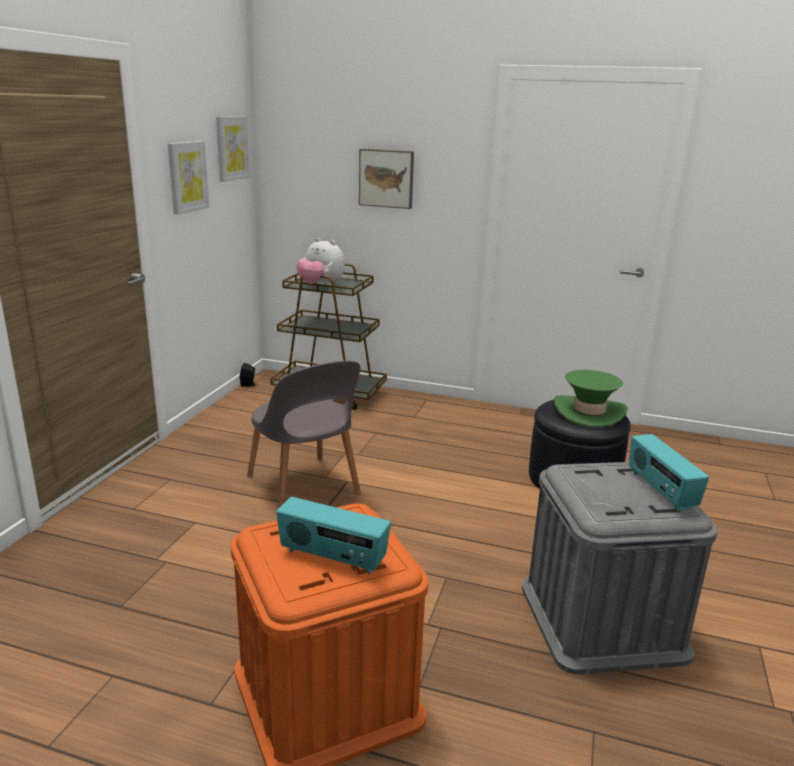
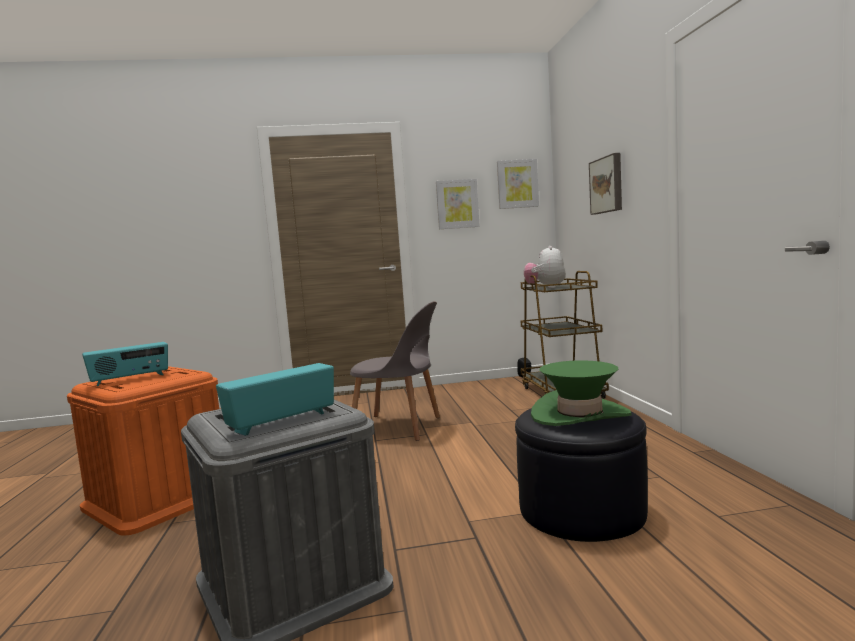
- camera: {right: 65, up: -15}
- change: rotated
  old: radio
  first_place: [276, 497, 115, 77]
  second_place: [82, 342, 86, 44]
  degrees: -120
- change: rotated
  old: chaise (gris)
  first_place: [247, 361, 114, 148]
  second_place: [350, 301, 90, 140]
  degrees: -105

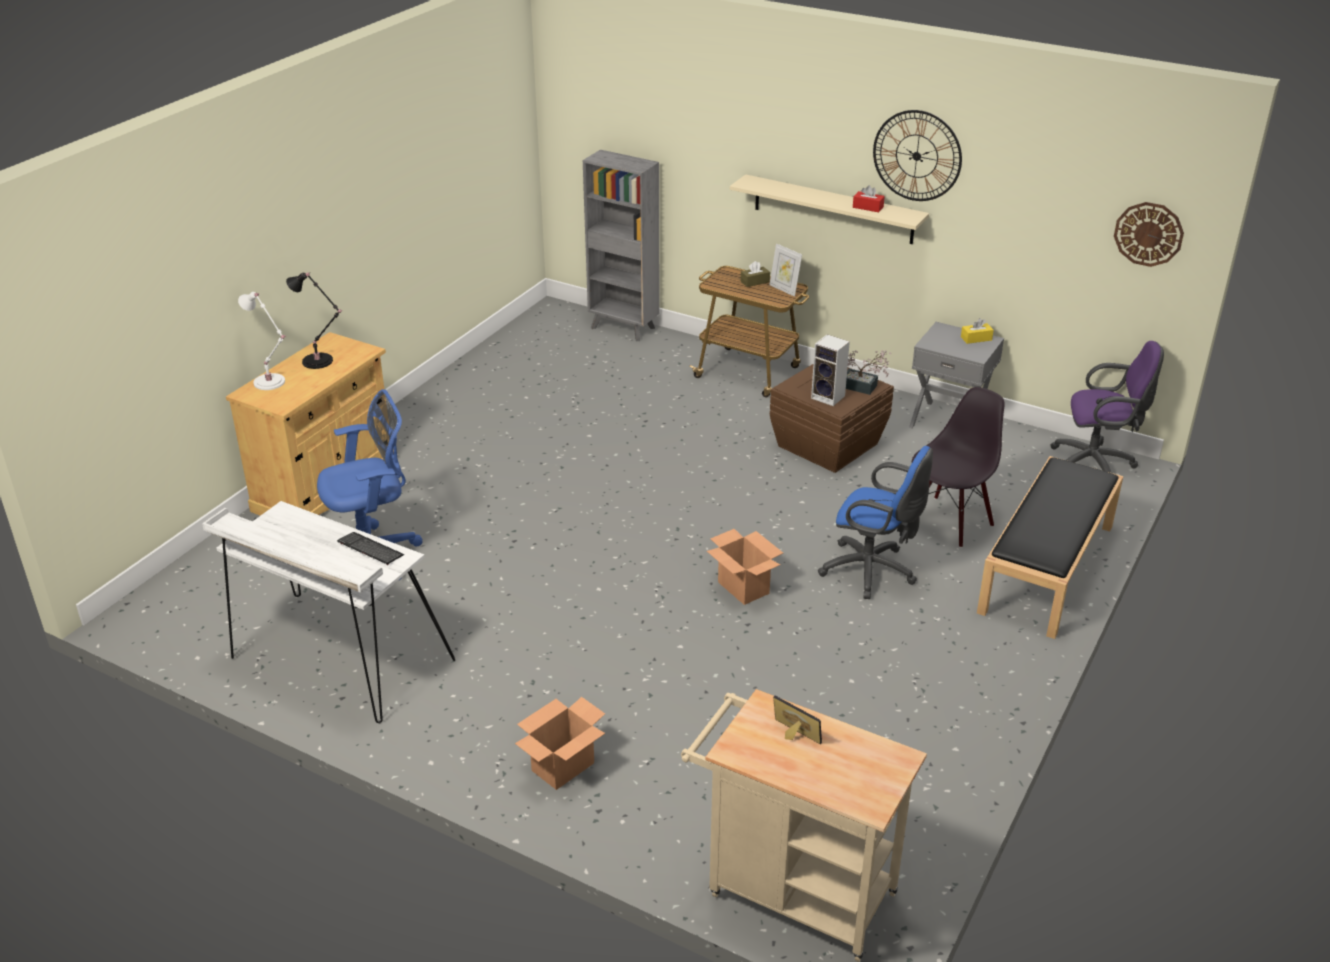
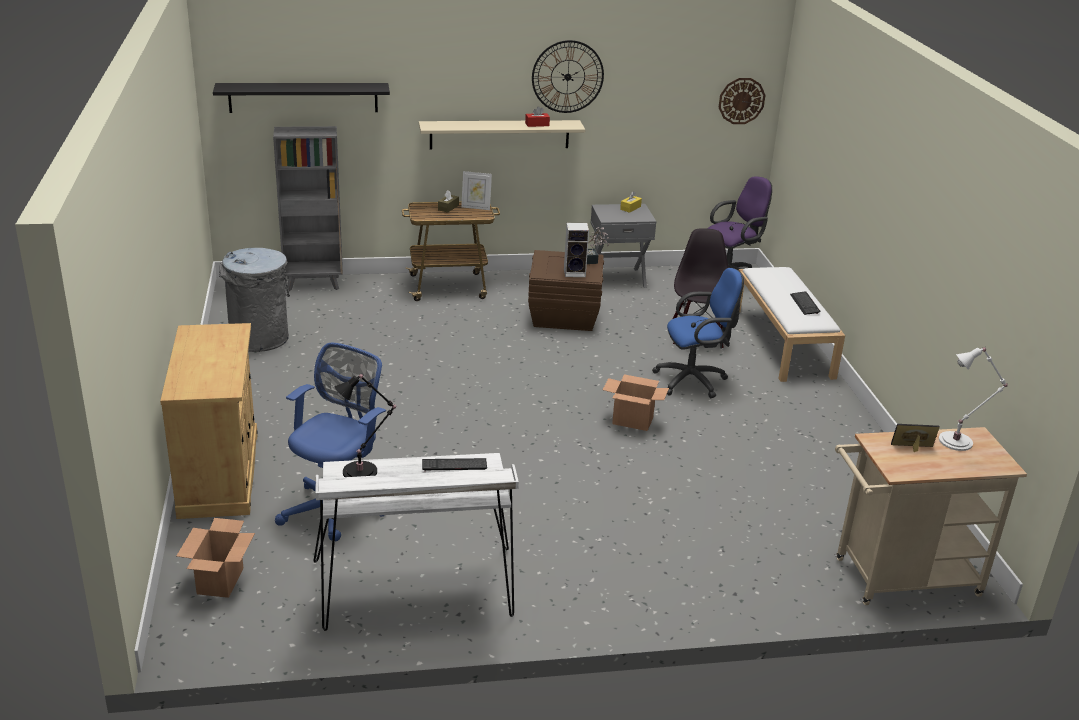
- camera: {right: -40, up: -5}
- change: shifted
  old: carton
  first_place: [515, 697, 90, 93]
  second_place: [177, 518, 78, 80]
- change: new
  new: étagère (noir)
  second_place: [213, 83, 177, 30]
- change: new
  new: poubelle (gris)
  second_place: [219, 248, 71, 104]
- change: shifted
  old: lampe de table (noir)
  first_place: [286, 272, 57, 97]
  second_place: [335, 373, 61, 104]
- change: repainted
  old: banc (noir)
  new: banc (blanc)
  first_place: [977, 456, 146, 183]
  second_place: [739, 267, 106, 115]
- change: new
  new: clavier
  second_place: [790, 291, 30, 24]
- change: shifted
  old: lampe de table (blanc)
  first_place: [238, 292, 49, 98]
  second_place: [939, 347, 69, 104]

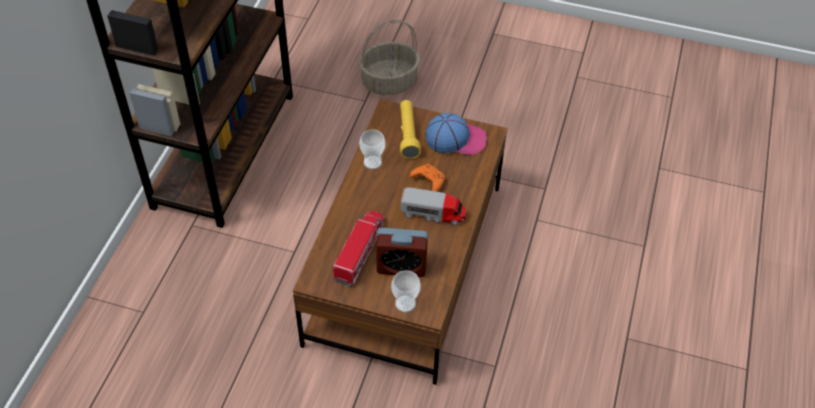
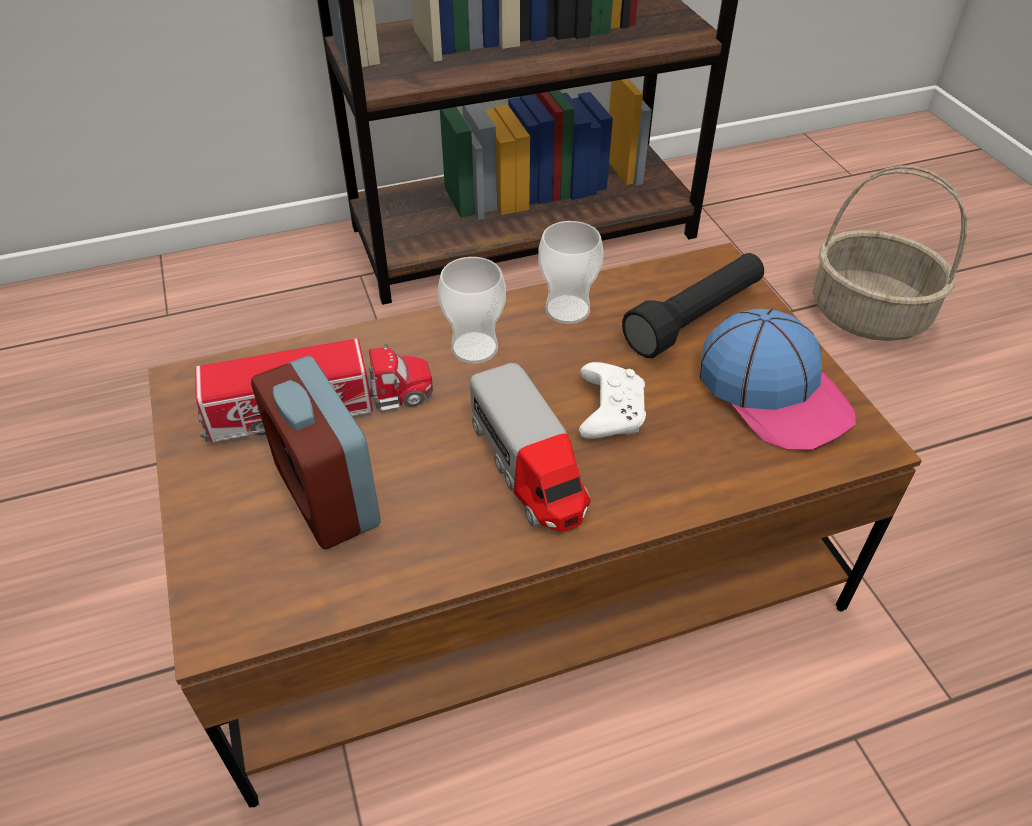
- camera: {right: 55, up: -5}
- change: shifted
  old: tasse
  first_place: [391, 270, 30, 43]
  second_place: [438, 257, 68, 107]
- change: repainted
  old: manette (orange)
  new: manette (blanc)
  first_place: [410, 164, 35, 28]
  second_place: [579, 362, 67, 77]
- change: repainted
  old: lampe de poche (jaune)
  new: lampe de poche (noir)
  first_place: [400, 100, 21, 59]
  second_place: [622, 253, 142, 105]

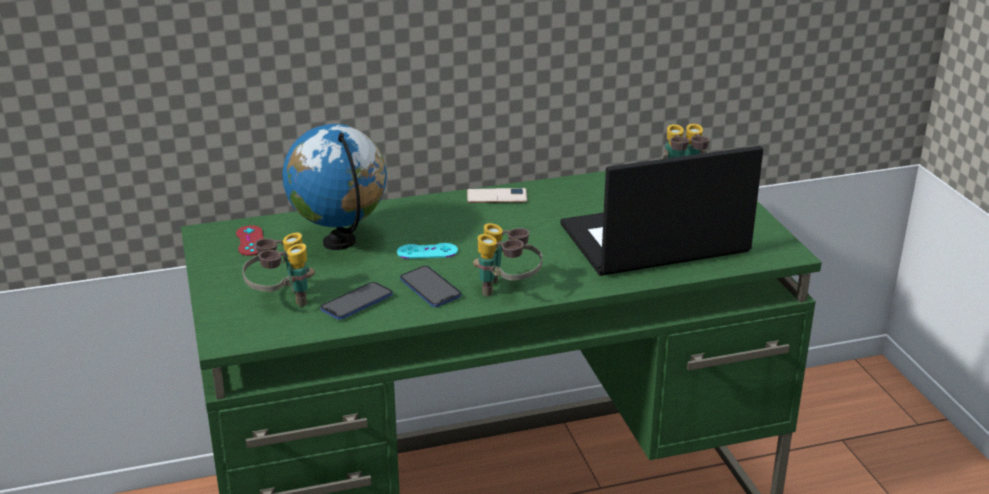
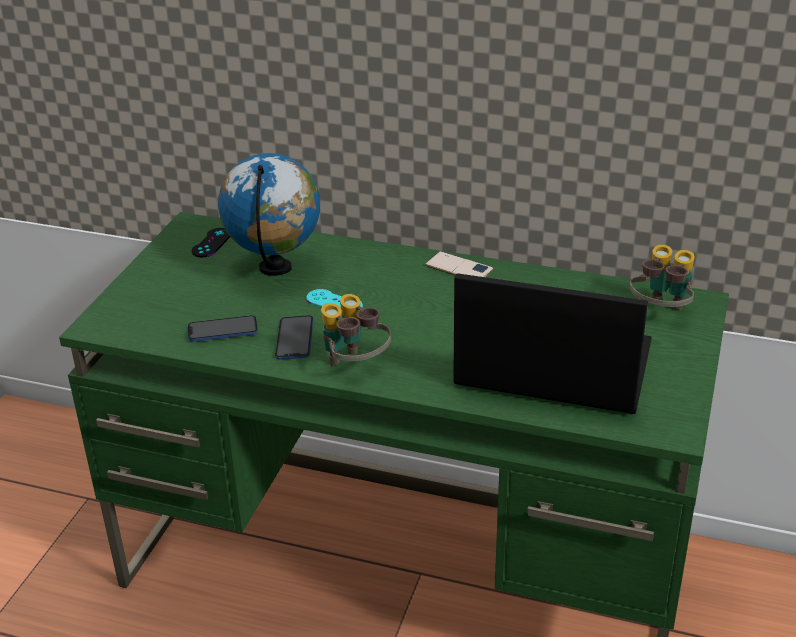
- camera: {right: 35, up: 5}
- change: repainted
  old: manette (rouge)
  new: manette (noir)
  first_place: [236, 225, 28, 31]
  second_place: [192, 228, 38, 29]
- change: gone
  old: jumelles
  first_place: [242, 233, 73, 74]

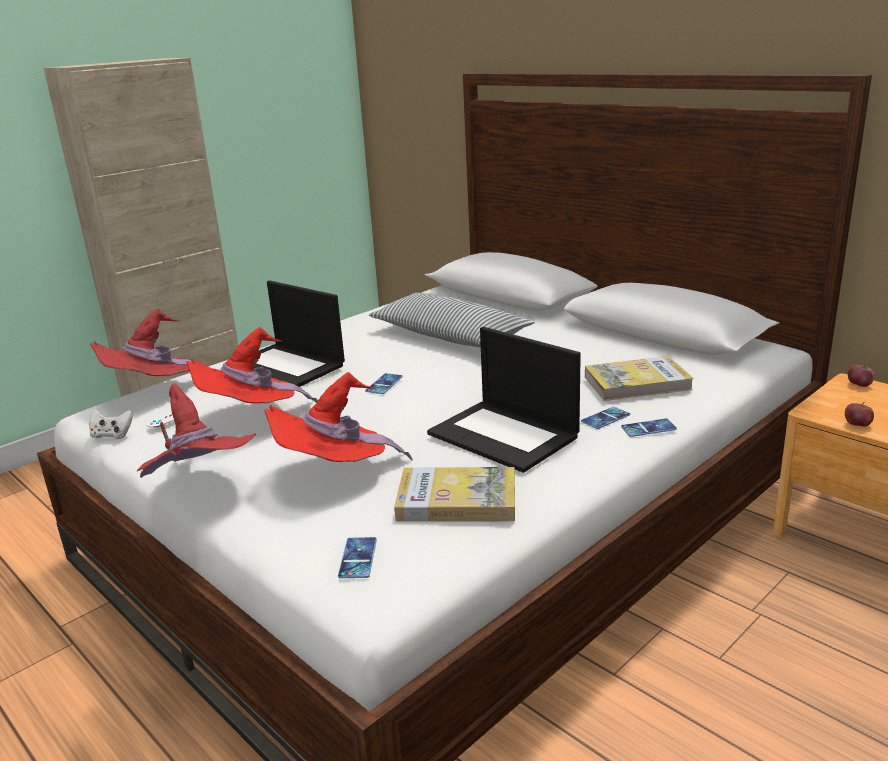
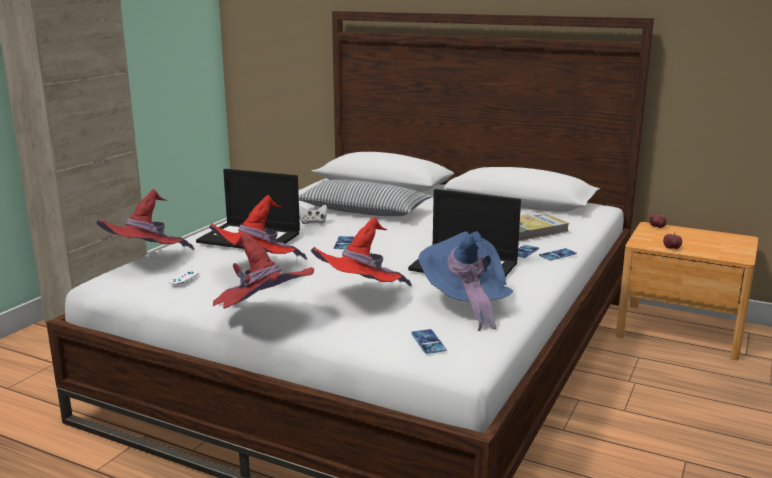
- camera: {right: -20, up: -5}
- change: shifted
  old: manette (blanc)
  first_place: [89, 409, 45, 30]
  second_place: [299, 205, 28, 19]
- change: swapped
  old: livre
  new: chapeau (bleu)
  first_place: [394, 467, 121, 55]
  second_place: [418, 231, 95, 100]

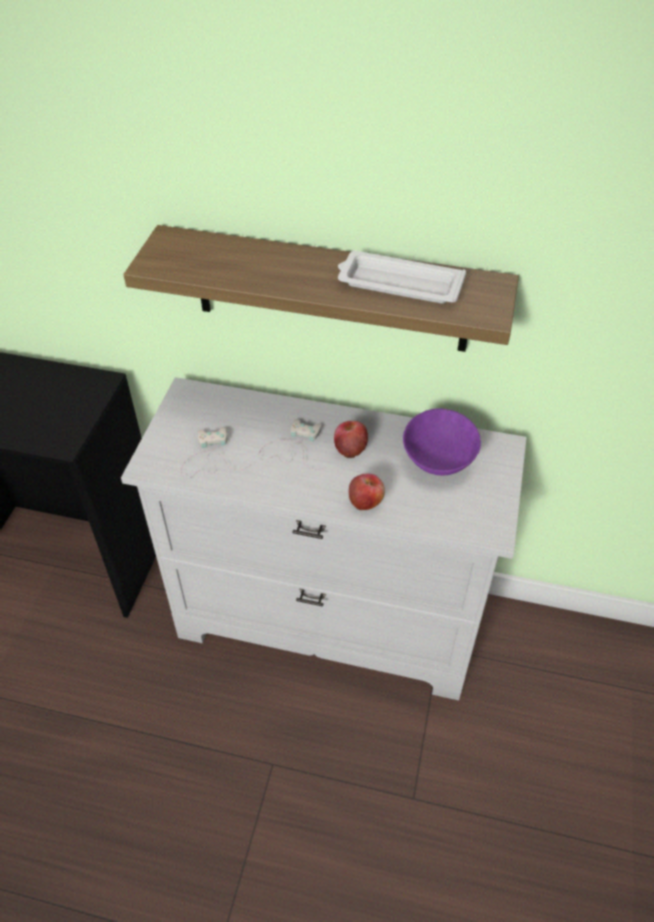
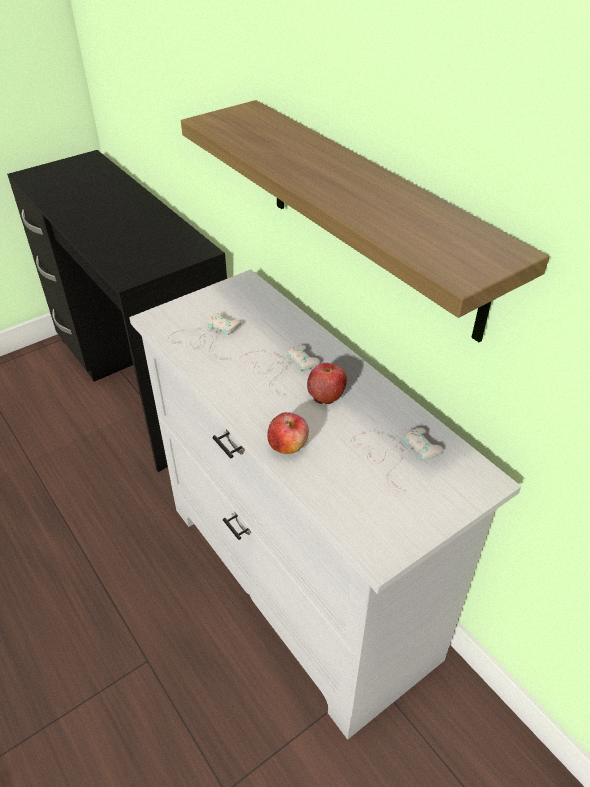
- camera: {right: 40, up: -5}
- change: swapped
  old: bol (violet)
  new: manette (blanc)
  first_place: [403, 409, 78, 67]
  second_place: [351, 427, 92, 67]
- change: gone
  old: plateau (blanc)
  first_place: [338, 251, 128, 53]

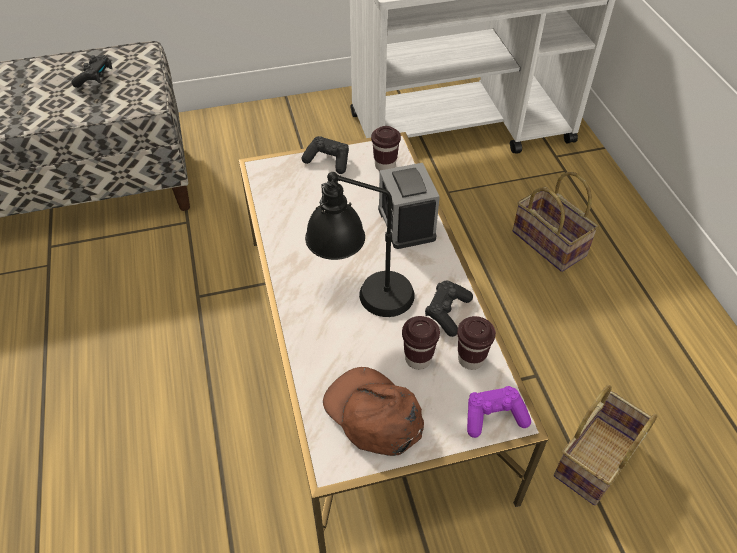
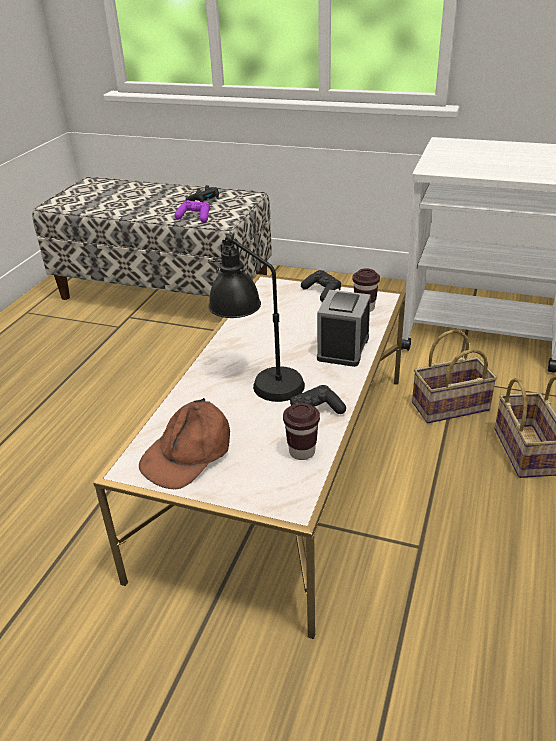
- camera: {right: 35, up: -15}
- change: rotated
  old: casquette (marron)
  first_place: [323, 367, 101, 89]
  second_place: [139, 398, 91, 91]
  degrees: -135
- change: shifted
  old: manette (violet)
  first_place: [467, 386, 64, 52]
  second_place: [175, 200, 35, 23]
- change: shifted
  old: panier
  first_place: [554, 385, 103, 121]
  second_place: [412, 329, 85, 94]
- change: gone
  old: tasse (marron)
  first_place: [402, 316, 38, 54]

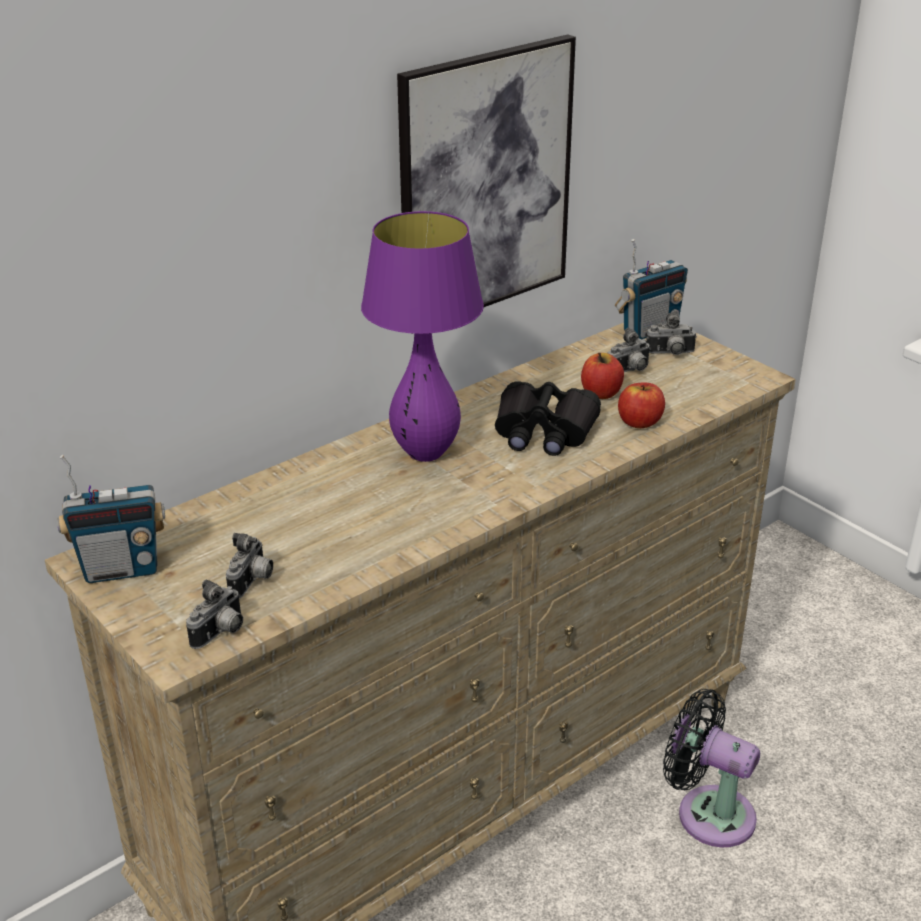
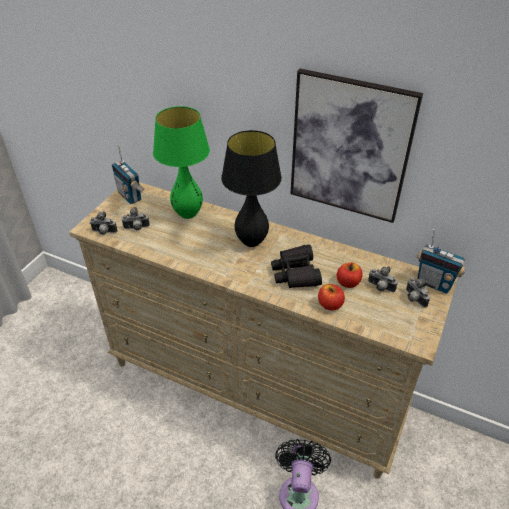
- camera: {right: 65, up: 10}
- change: new
  new: lampe de table (vert)
  second_place: [153, 106, 57, 113]
- change: repainted
  old: lampe de table (violet)
  new: lampe de table (noir)
  first_place: [361, 211, 123, 251]
  second_place: [221, 130, 61, 117]

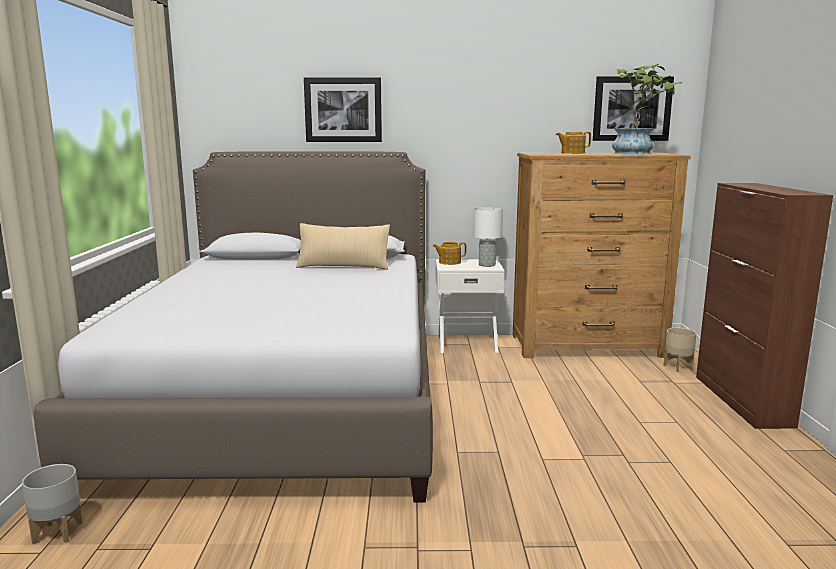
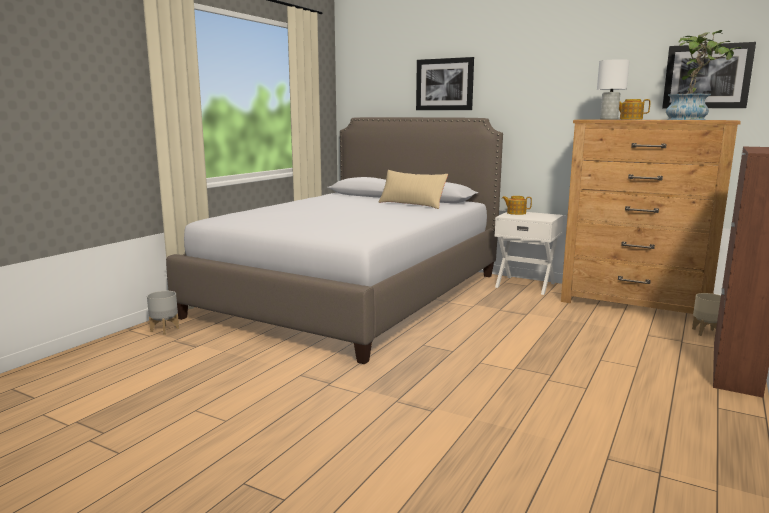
- camera: {right: 30, up: 0}
- change: shifted
  old: lampe de table (blanc)
  first_place: [474, 207, 29, 60]
  second_place: [597, 59, 33, 61]

